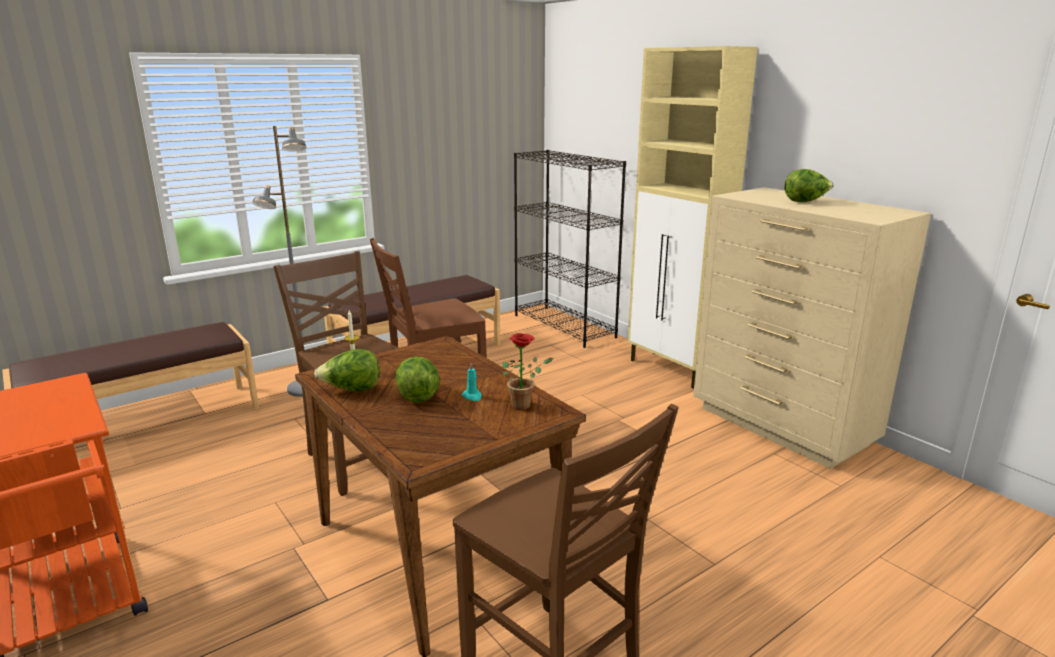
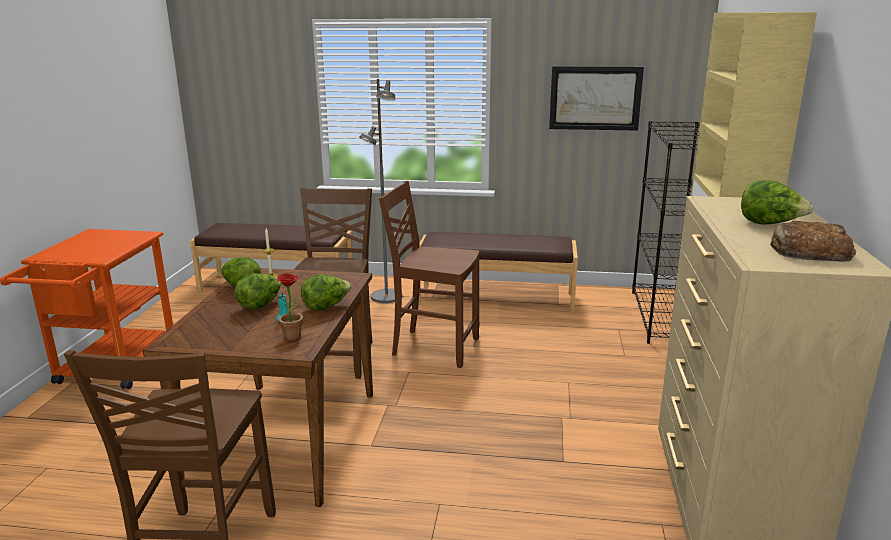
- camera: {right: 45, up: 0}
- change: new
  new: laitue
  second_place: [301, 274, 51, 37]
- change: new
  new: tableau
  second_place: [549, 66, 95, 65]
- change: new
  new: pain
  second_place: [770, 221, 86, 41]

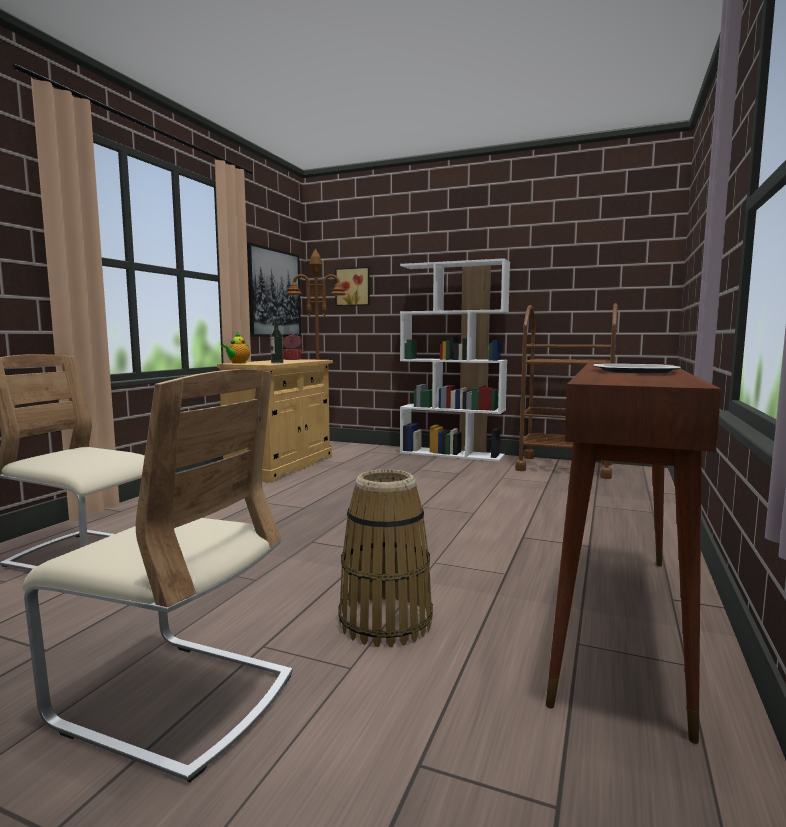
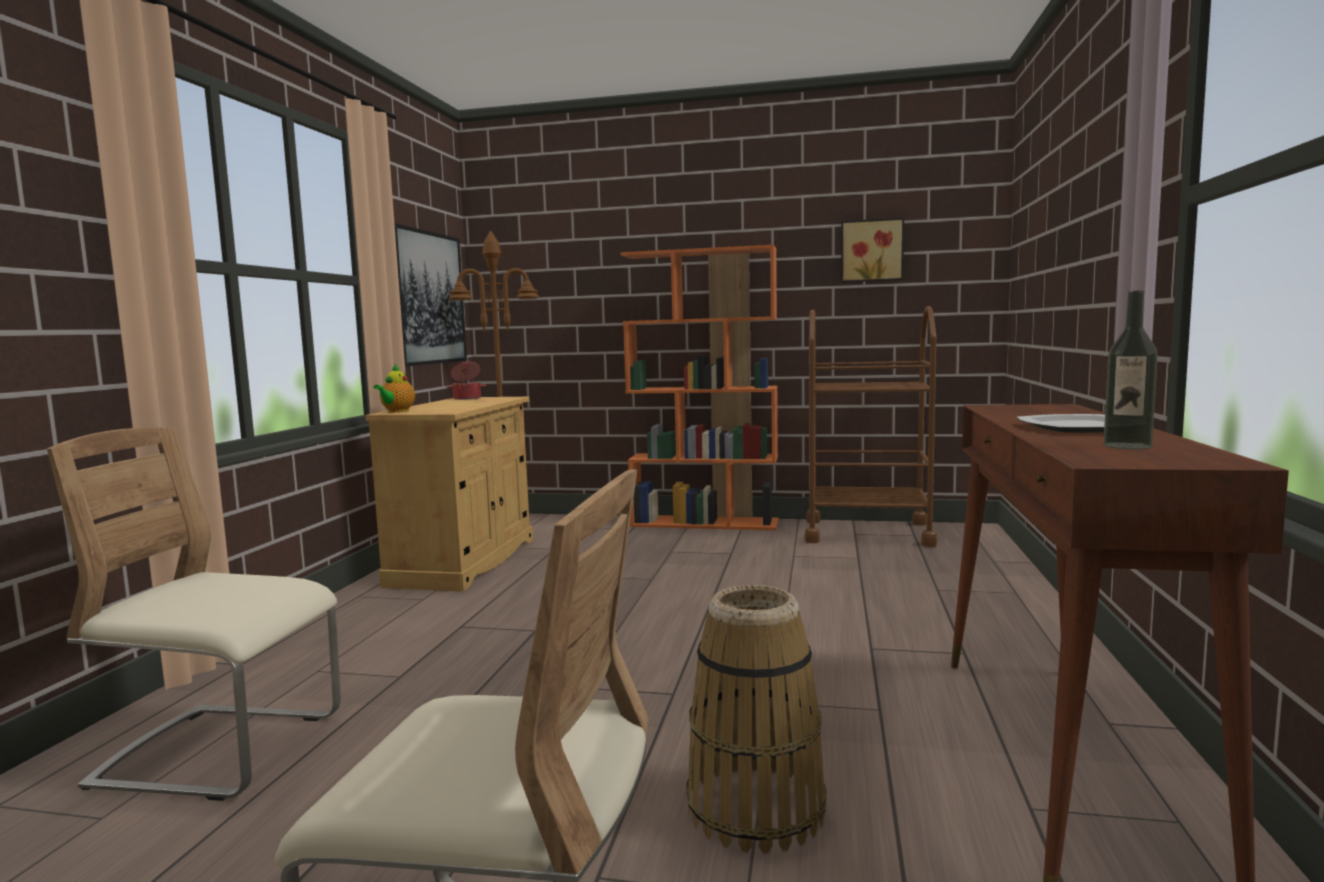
- camera: {right: -10, up: 0}
- change: repainted
  old: bibliothèque (blanc)
  new: bibliothèque (orange)
  first_place: [400, 258, 110, 204]
  second_place: [621, 245, 158, 285]
- change: shifted
  old: tableau
  first_place: [335, 267, 35, 39]
  second_place: [841, 218, 63, 64]
- change: shifted
  old: bouteille
  first_place: [270, 318, 13, 45]
  second_place: [1104, 290, 54, 159]

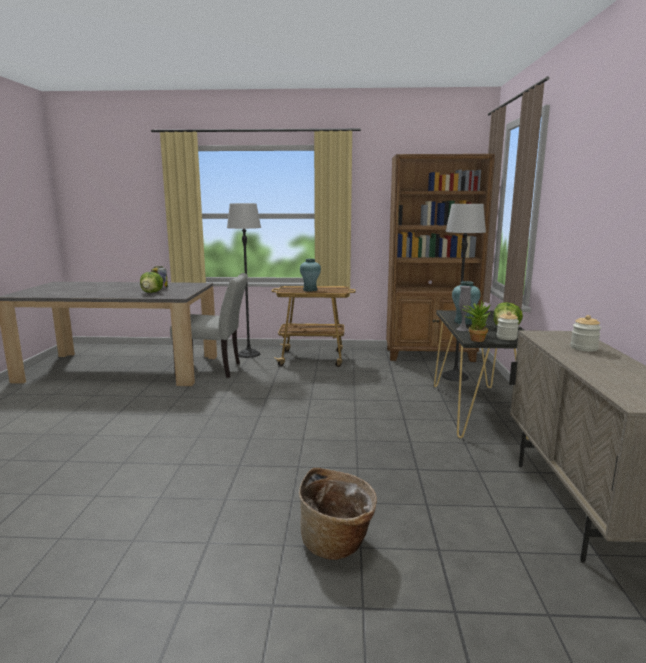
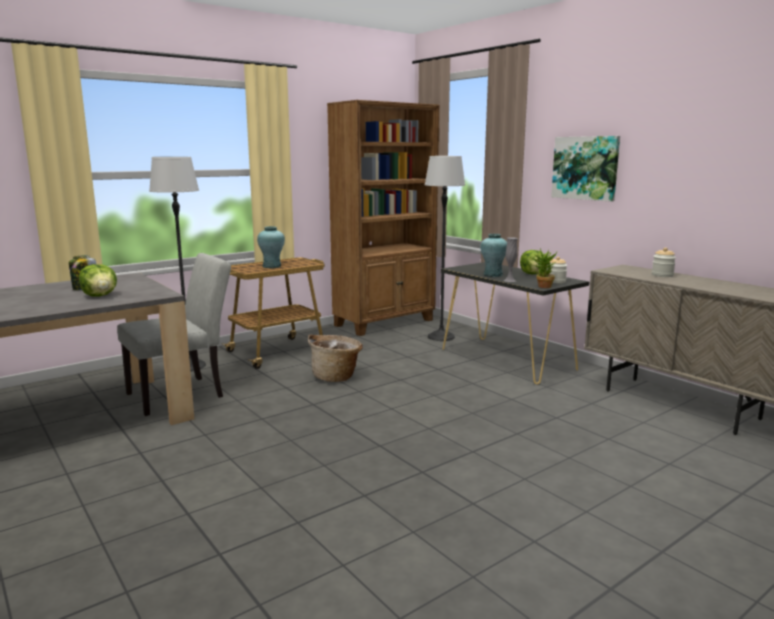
- camera: {right: -40, up: 0}
- change: shifted
  old: panier
  first_place: [299, 468, 78, 92]
  second_place: [308, 335, 55, 47]
- change: new
  new: tableau
  second_place: [551, 136, 69, 66]

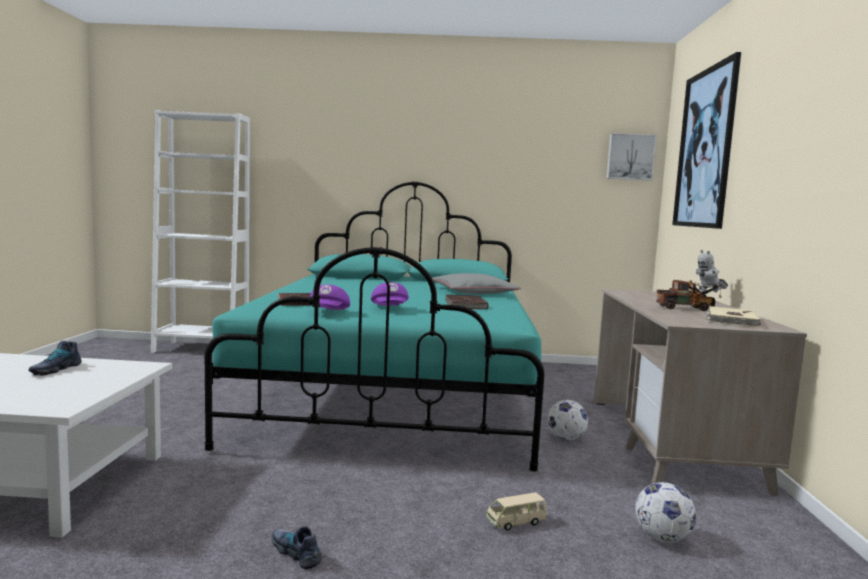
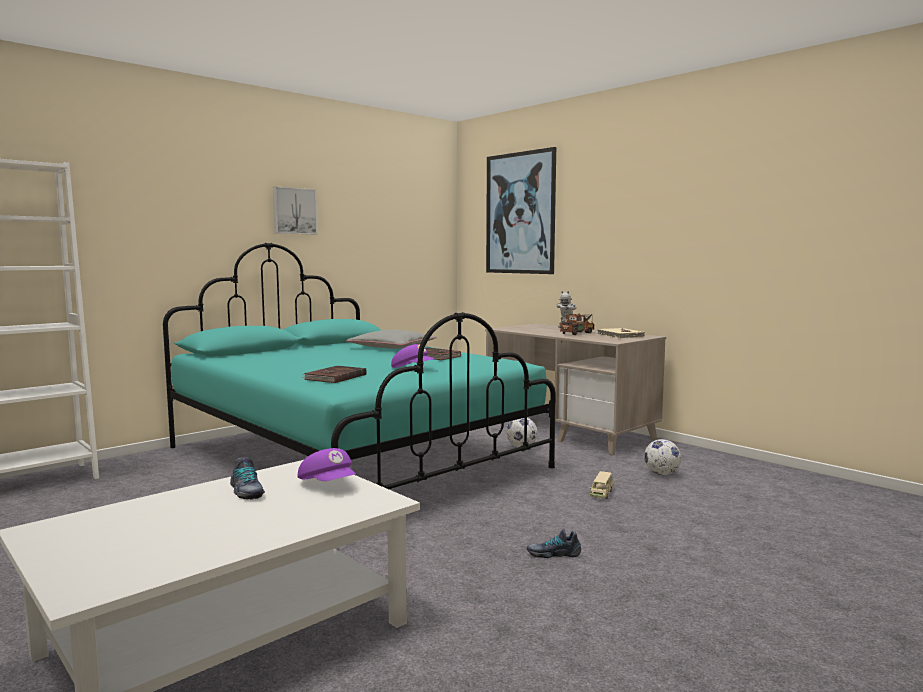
- camera: {right: -45, up: 0}
- change: shifted
  old: tableau
  first_place: [607, 133, 50, 48]
  second_place: [273, 187, 45, 47]
- change: shifted
  old: casquette (violet)
  first_place: [310, 284, 40, 26]
  second_place: [298, 448, 58, 33]

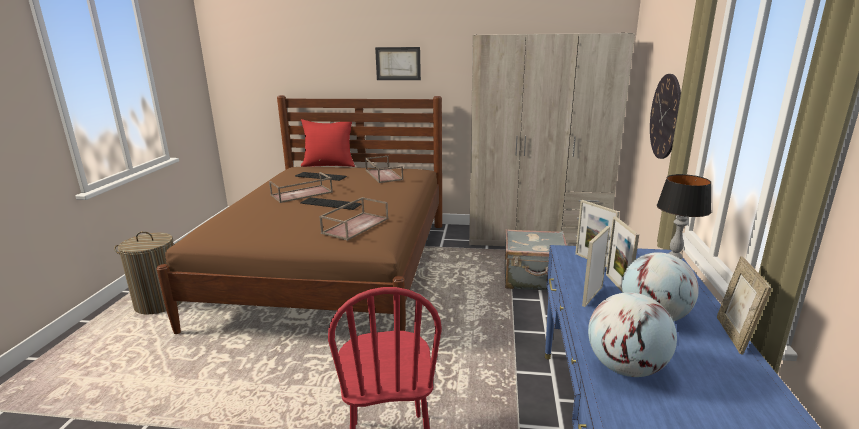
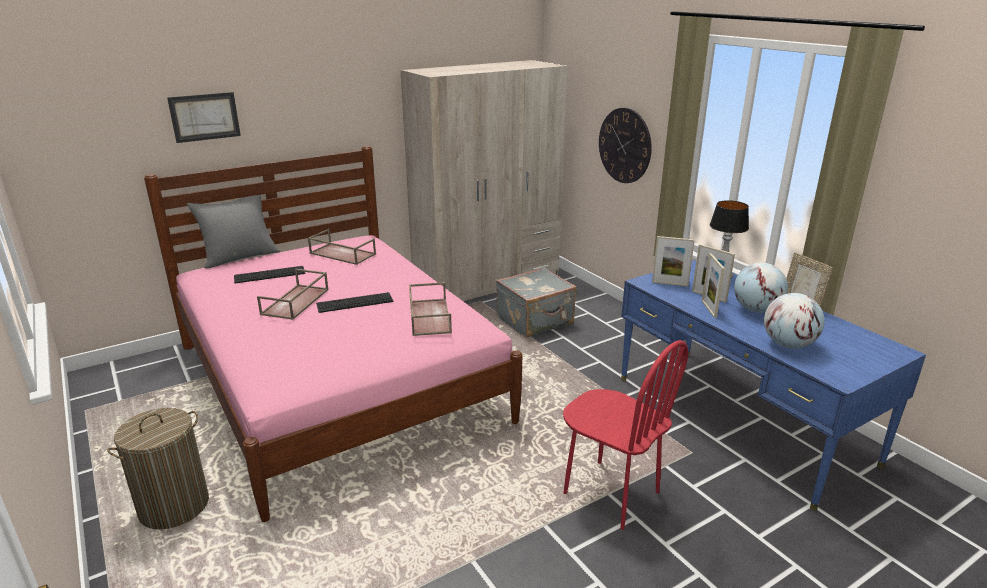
- camera: {right: -40, up: 5}
- change: repainted
  old: lit (marron)
  new: lit (rose)
  first_place: [156, 95, 286, 239]
  second_place: [144, 145, 378, 377]
- change: shifted
  old: tableau
  first_place: [375, 47, 46, 33]
  second_place: [167, 92, 74, 51]
- change: repainted
  old: coussin (rouge)
  new: coussin (gris)
  first_place: [301, 119, 54, 48]
  second_place: [186, 195, 94, 73]

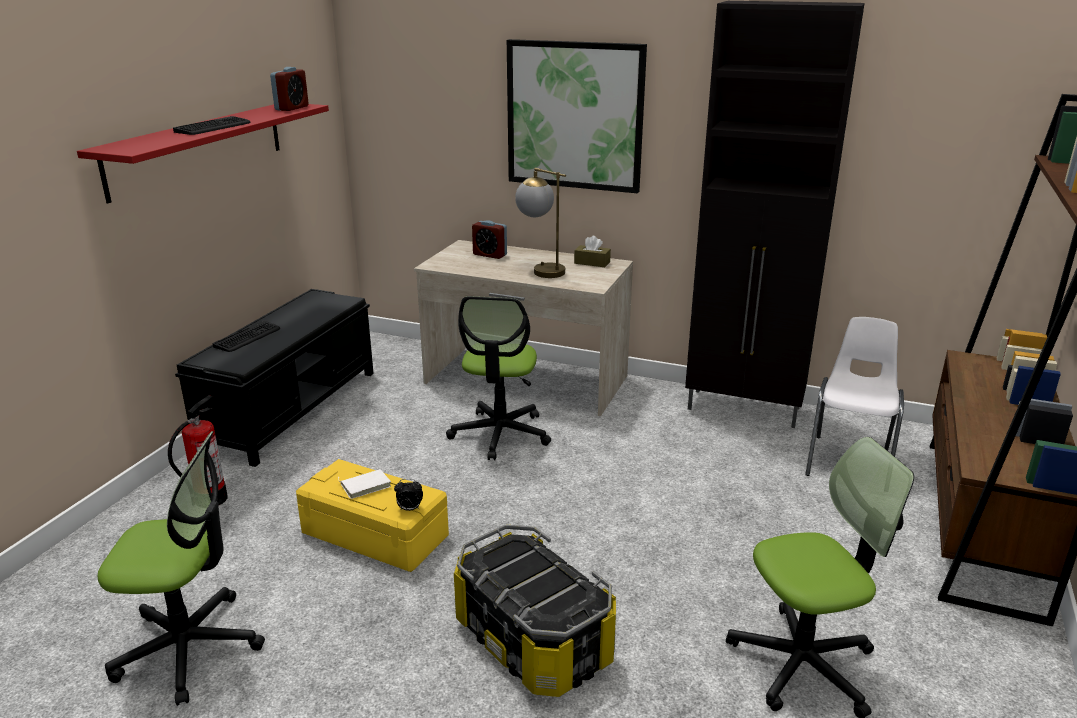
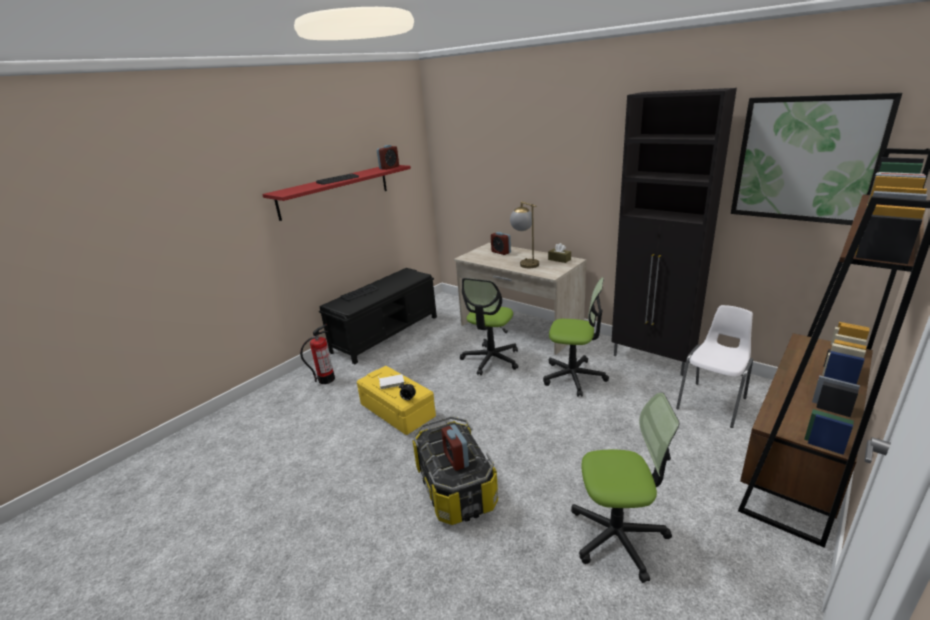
- camera: {right: 20, up: 0}
- change: new
  new: réveil
  second_place: [441, 424, 28, 47]
- change: shifted
  old: chaise de bureau
  first_place: [98, 431, 167, 275]
  second_place: [543, 277, 66, 120]
- change: shifted
  old: tableau
  first_place: [507, 39, 140, 154]
  second_place: [731, 93, 171, 132]

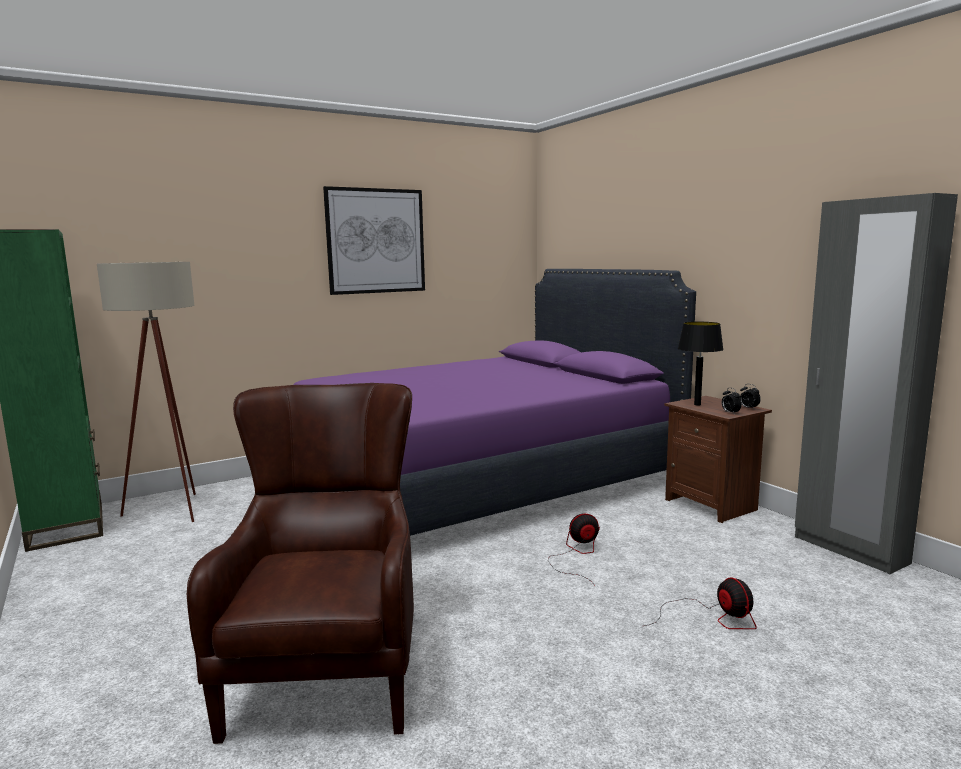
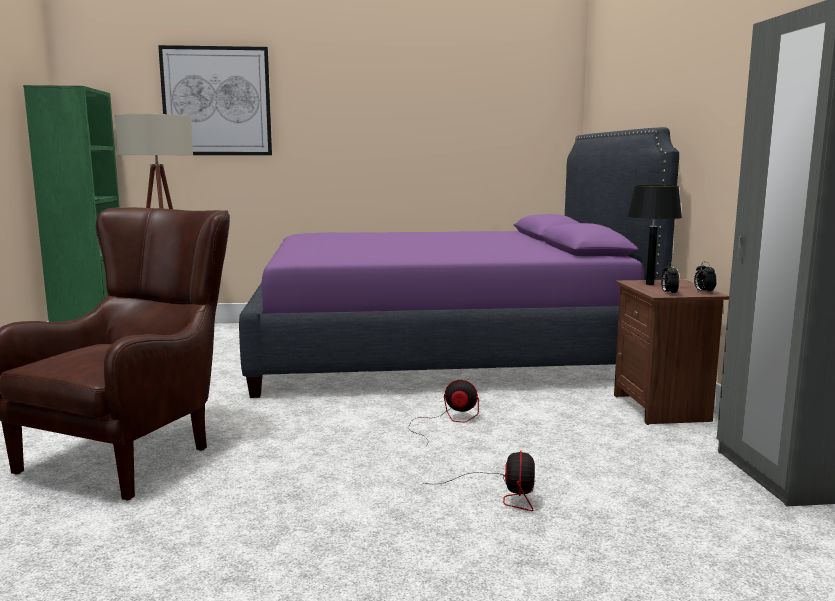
- camera: {right: 25, up: 0}
- change: shifted
  old: tableau
  first_place: [323, 186, 102, 109]
  second_place: [158, 45, 114, 110]

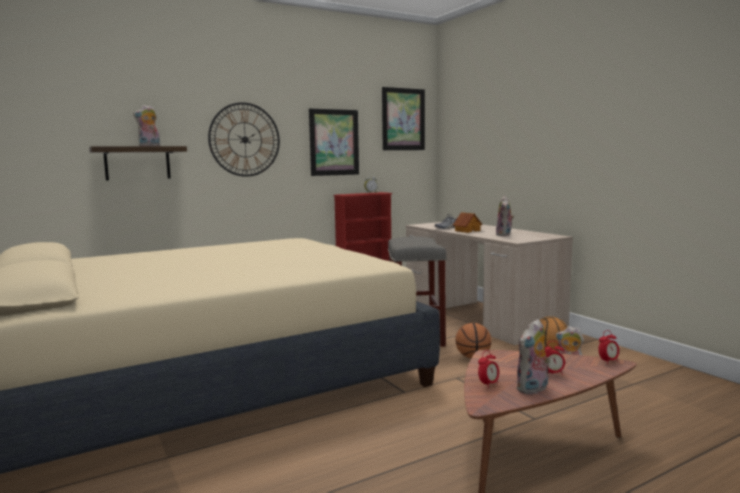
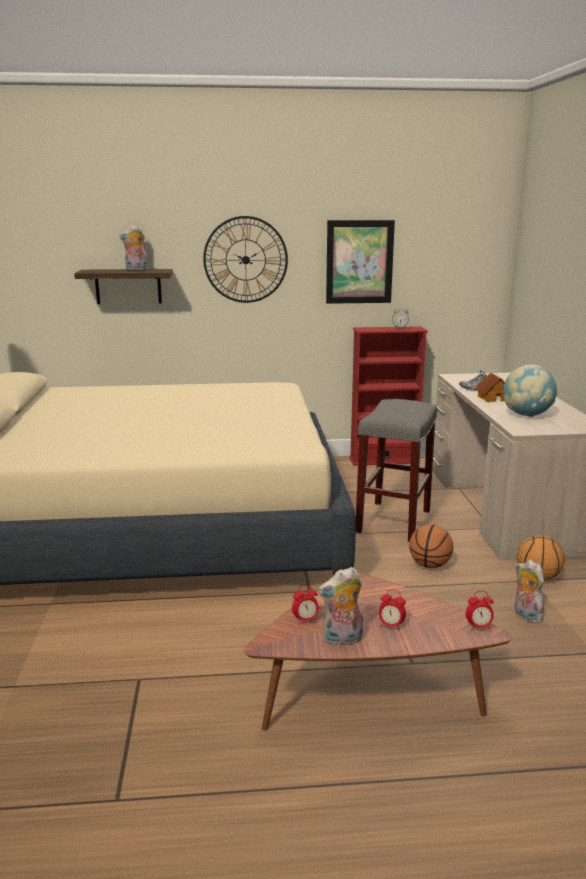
- camera: {right: 25, up: 10}
- change: swapped
  old: peluche
  new: globe
  first_place: [496, 196, 18, 40]
  second_place: [503, 365, 55, 52]
- change: gone
  old: tableau
  first_place: [382, 87, 43, 63]

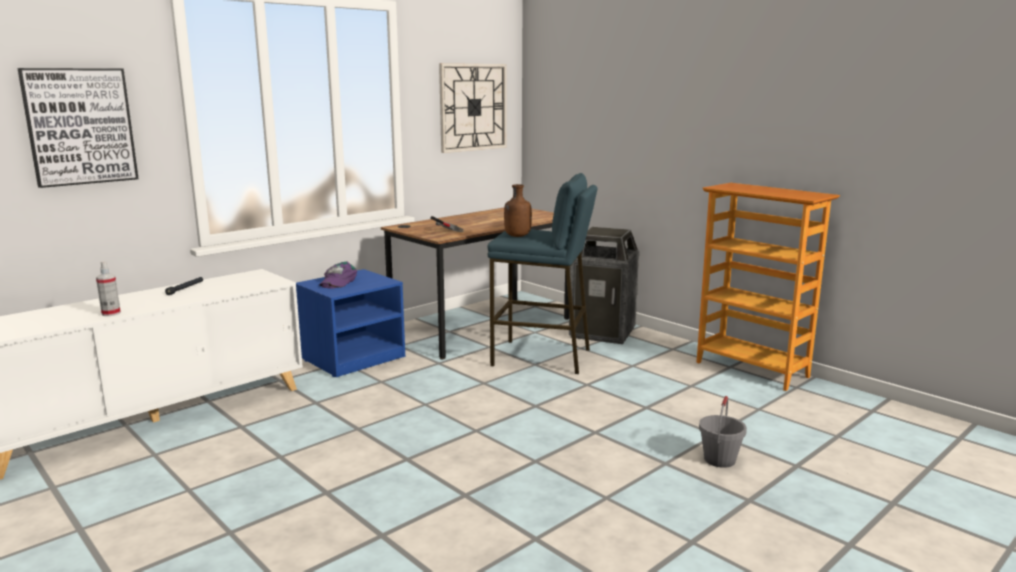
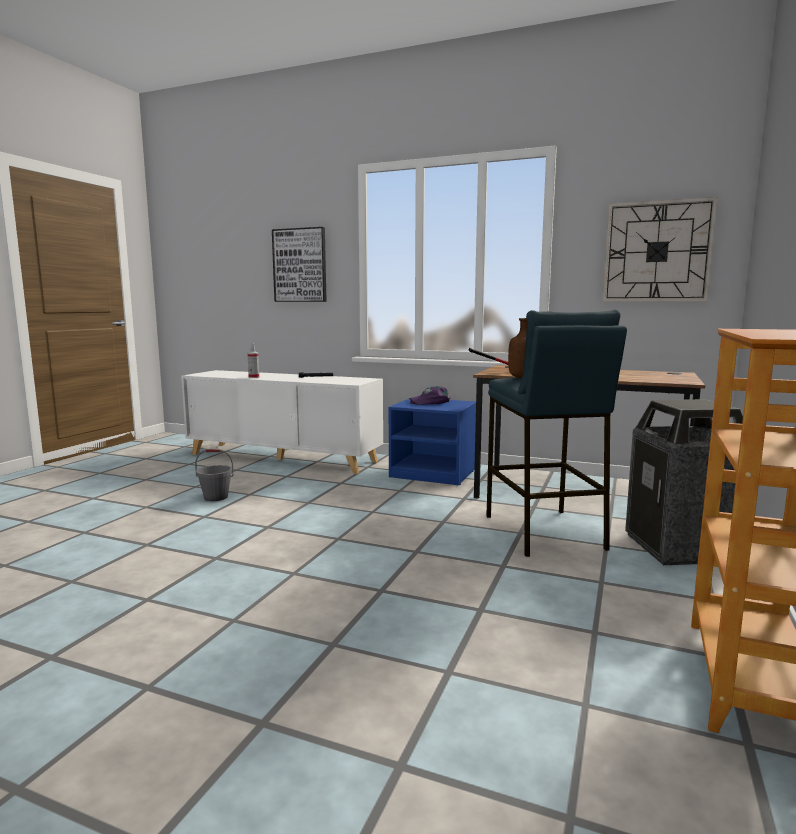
- camera: {right: 65, up: -5}
- change: shifted
  old: seau (gris)
  first_place: [699, 396, 48, 72]
  second_place: [195, 449, 39, 52]

